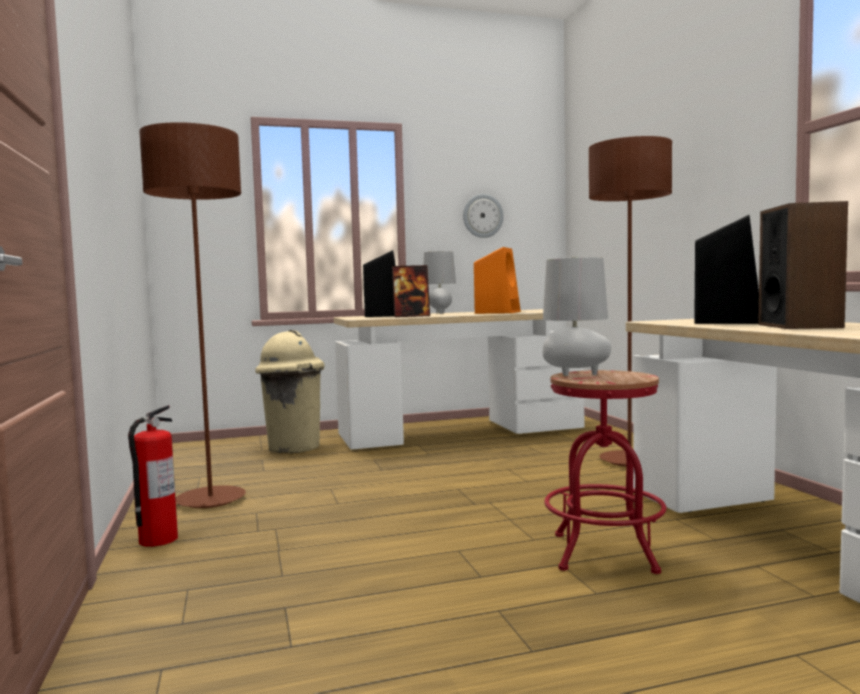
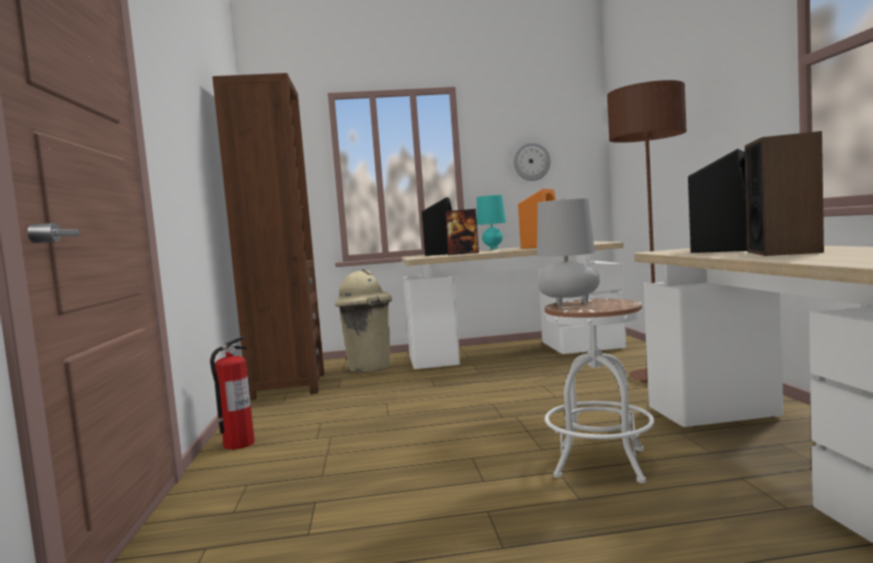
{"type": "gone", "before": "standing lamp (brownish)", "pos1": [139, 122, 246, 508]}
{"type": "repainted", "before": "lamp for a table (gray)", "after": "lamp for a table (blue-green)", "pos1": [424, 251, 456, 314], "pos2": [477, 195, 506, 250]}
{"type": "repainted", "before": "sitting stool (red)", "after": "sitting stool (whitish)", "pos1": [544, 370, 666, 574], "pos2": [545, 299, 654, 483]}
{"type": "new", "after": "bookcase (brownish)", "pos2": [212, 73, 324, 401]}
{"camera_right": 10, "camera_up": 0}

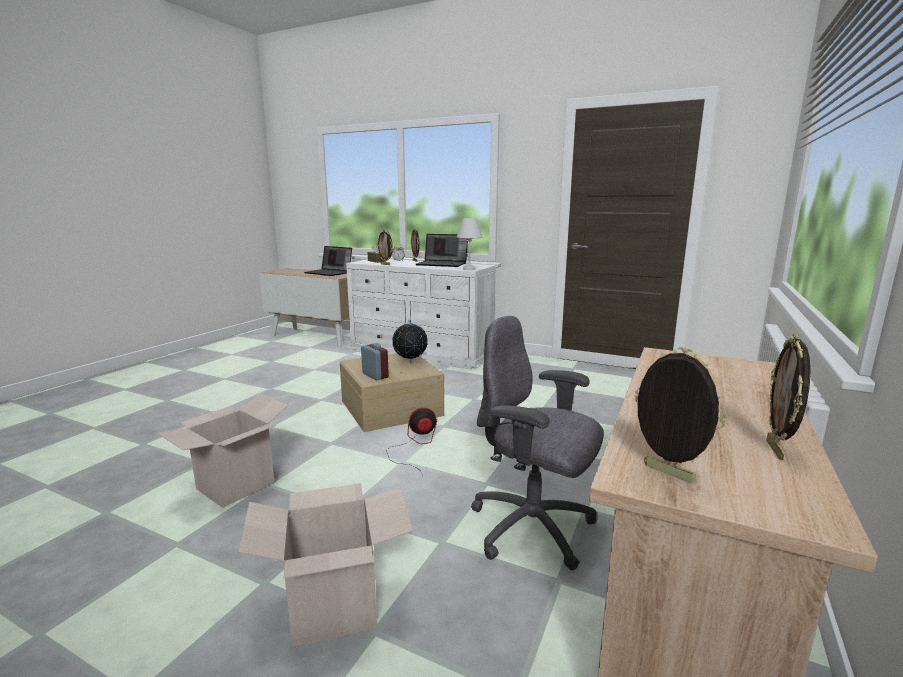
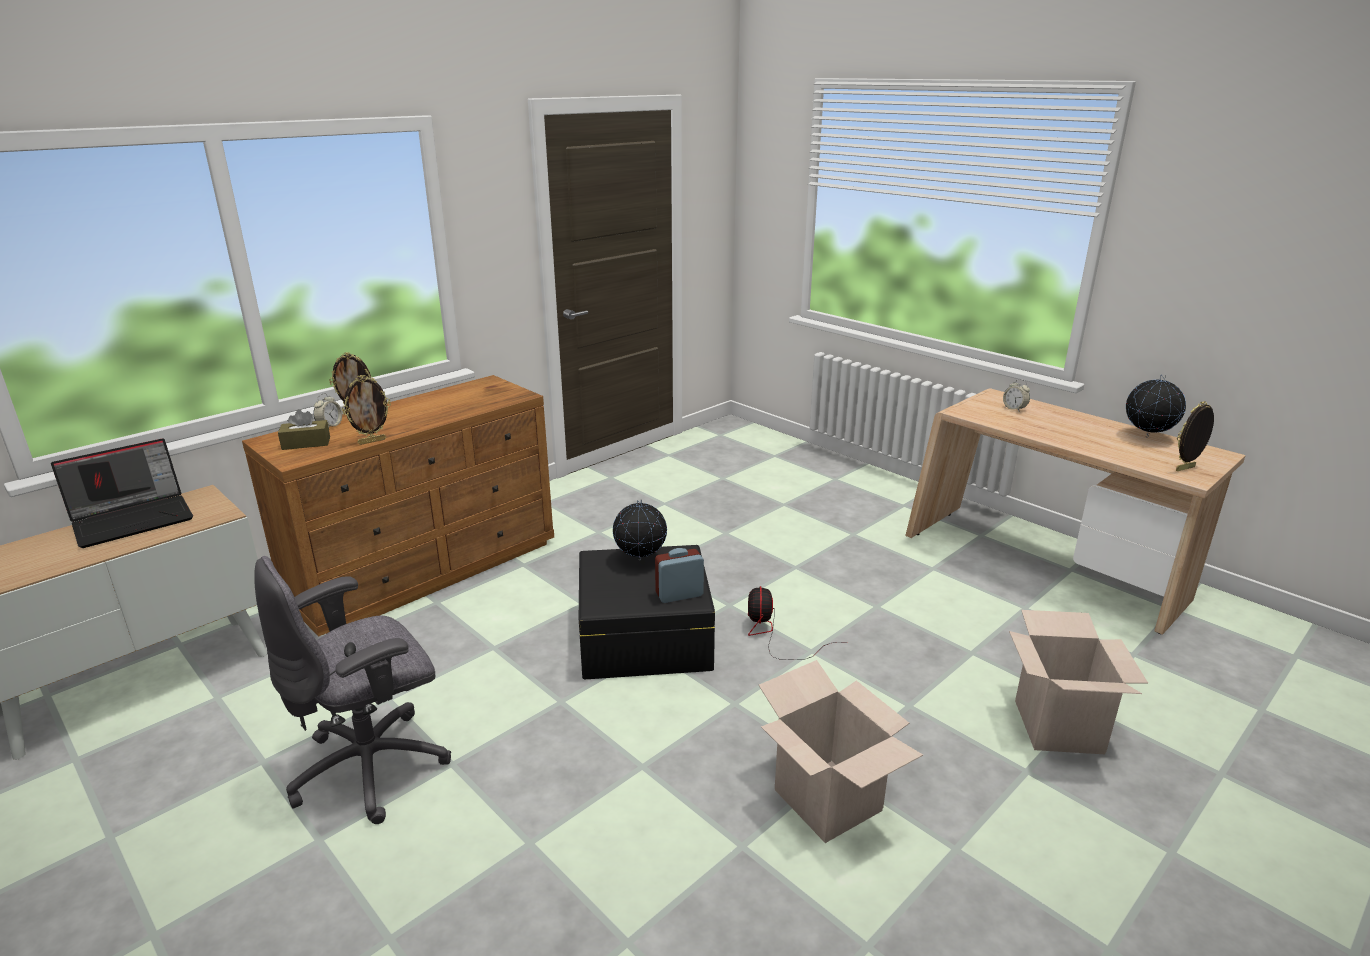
{"type": "repainted", "before": "storage box (beige)", "after": "storage box (blackish)", "pos1": [340, 353, 444, 432], "pos2": [579, 545, 715, 679]}
{"type": "repainted", "before": "dresser (whitish)", "after": "dresser (brownish)", "pos1": [346, 259, 496, 370], "pos2": [242, 375, 554, 637]}
{"type": "gone", "before": "notebook computer", "pos1": [416, 234, 468, 267]}
{"type": "gone", "before": "lamp for a table (whitish)", "pos1": [457, 218, 482, 270]}
{"type": "shifted", "before": "computer chair (gray)", "pos1": [471, 316, 604, 570], "pos2": [254, 556, 451, 824]}
{"type": "swapped", "before": "standing frame", "after": "desk globe", "pos1": [766, 334, 811, 460], "pos2": [1126, 374, 1186, 436]}
{"type": "new", "after": "table clock", "pos2": [1003, 379, 1030, 411]}
{"camera_right": -70, "camera_up": 10}

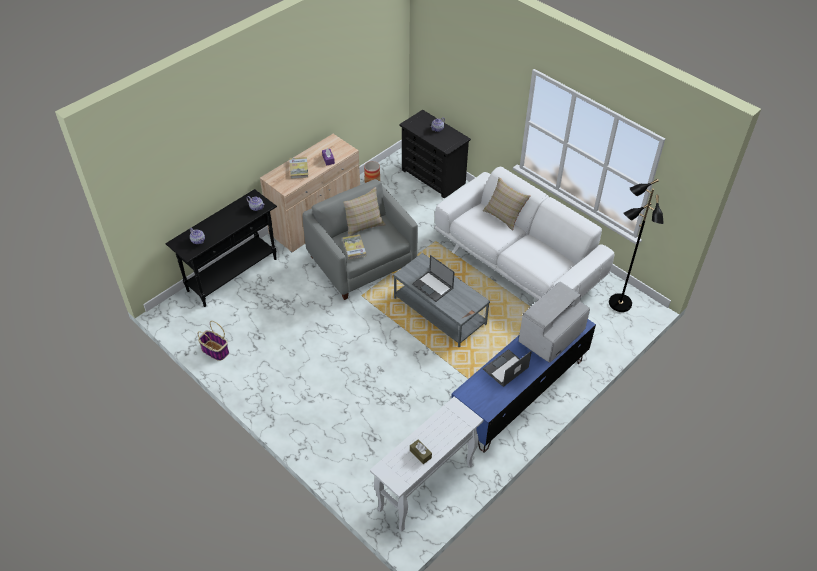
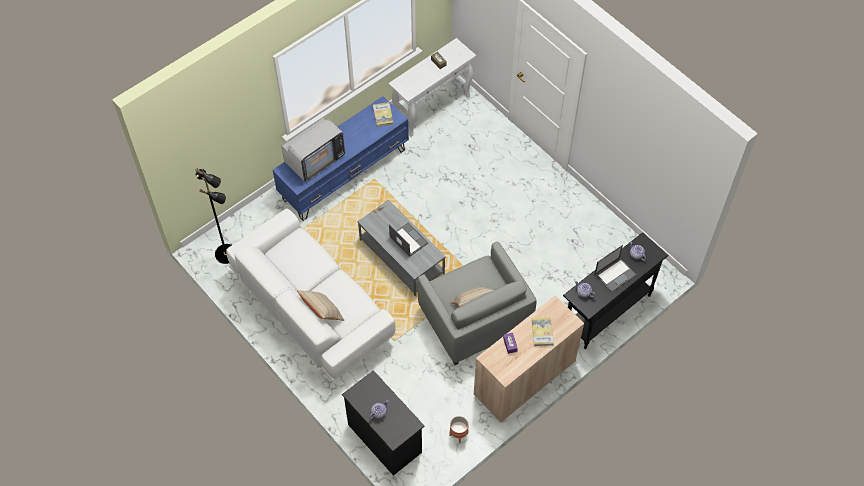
{"type": "gone", "before": "storage basket", "pos1": [198, 321, 229, 361]}
{"type": "shifted", "before": "volume", "pos1": [343, 234, 366, 259], "pos2": [373, 102, 394, 127]}
{"type": "shifted", "before": "notebook computer", "pos1": [483, 349, 532, 387], "pos2": [594, 245, 637, 293]}
{"camera_right": -175, "camera_up": 10}

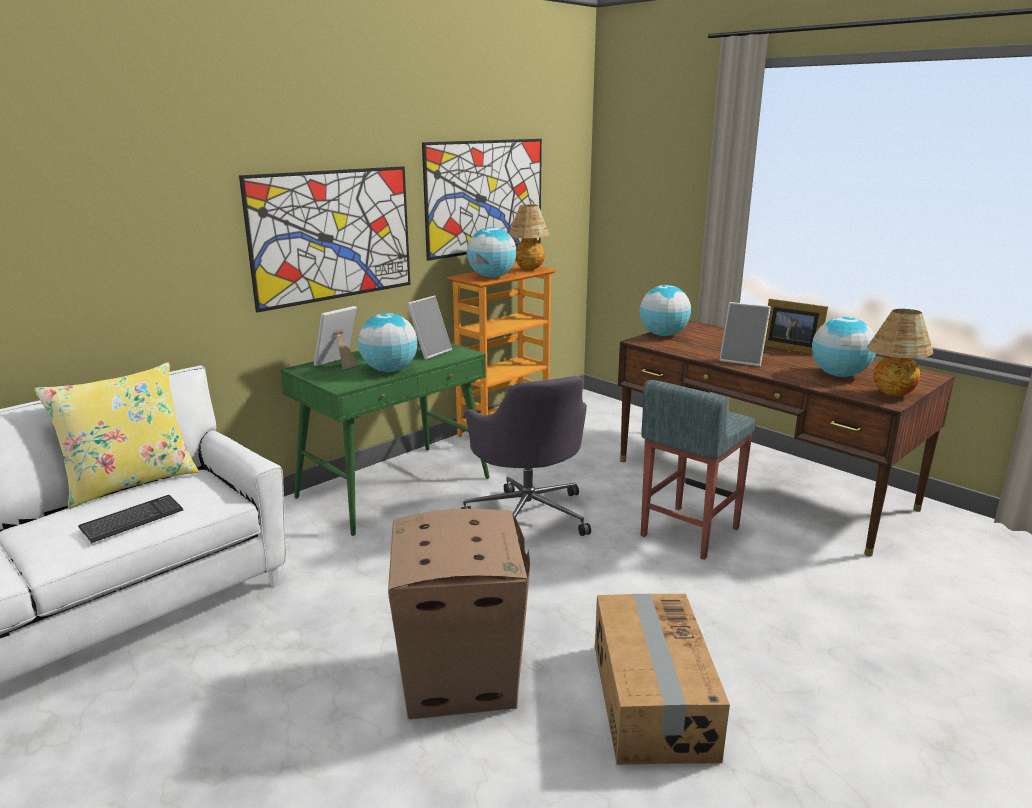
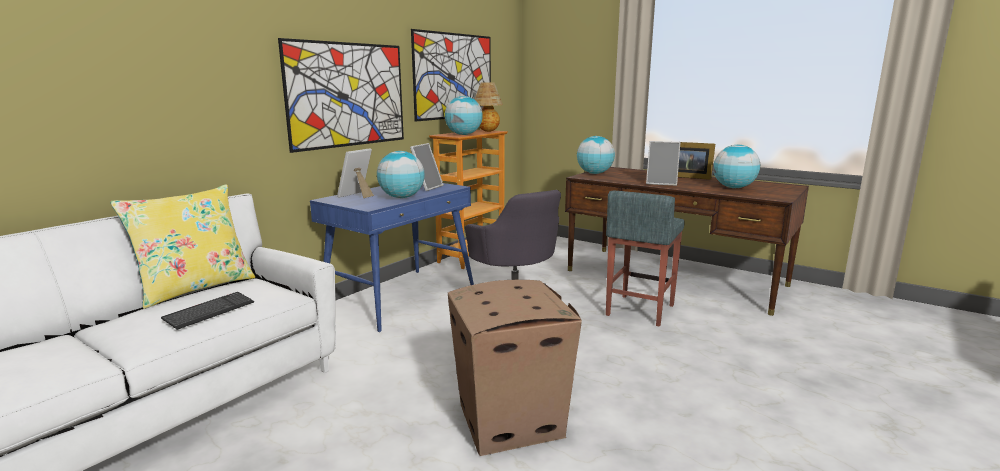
{"type": "repainted", "before": "desk (green)", "after": "desk (bluish)", "pos1": [280, 343, 490, 536], "pos2": [310, 183, 474, 332]}
{"type": "gone", "before": "carton", "pos1": [595, 594, 730, 765]}
{"type": "gone", "before": "lamp for a table", "pos1": [867, 309, 933, 396]}
{"camera_right": -10, "camera_up": -5}

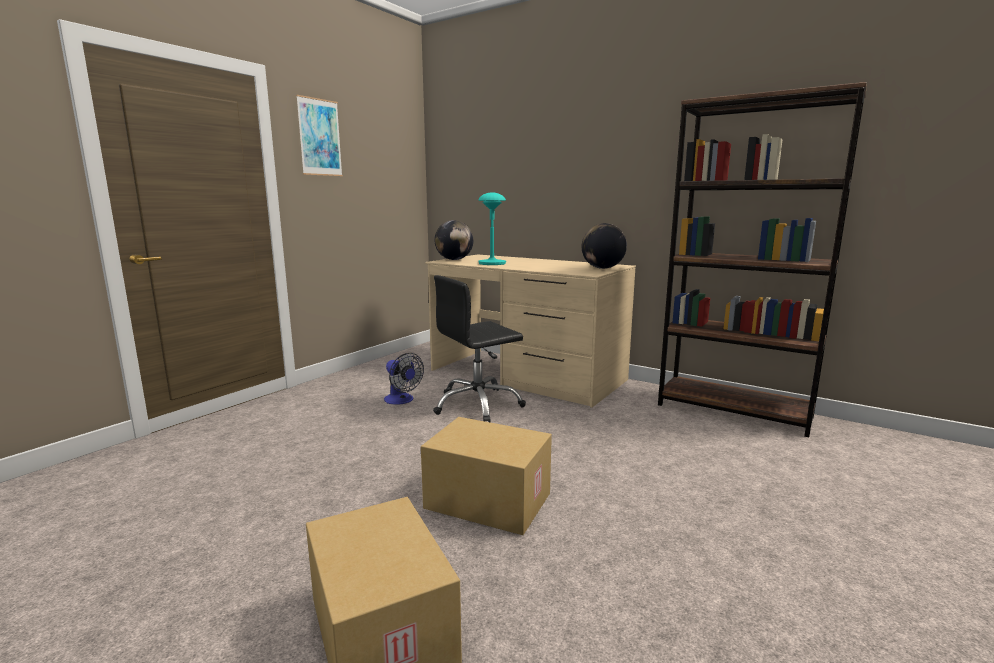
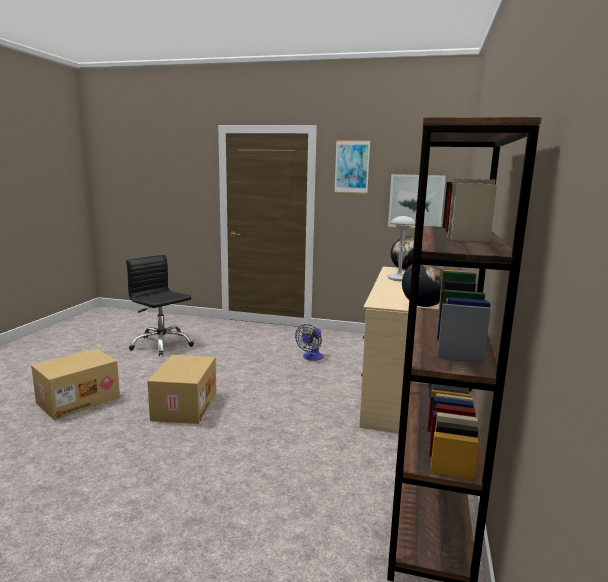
{"type": "shifted", "before": "computer chair (blackish)", "pos1": [433, 275, 526, 422], "pos2": [126, 255, 194, 356]}
{"type": "repainted", "before": "lamp for a table (blue-green)", "after": "lamp for a table (gray)", "pos1": [478, 192, 506, 265], "pos2": [388, 216, 415, 282]}
{"type": "new", "after": "wall picture", "pos2": [388, 174, 446, 228]}
{"camera_right": 70, "camera_up": 0}

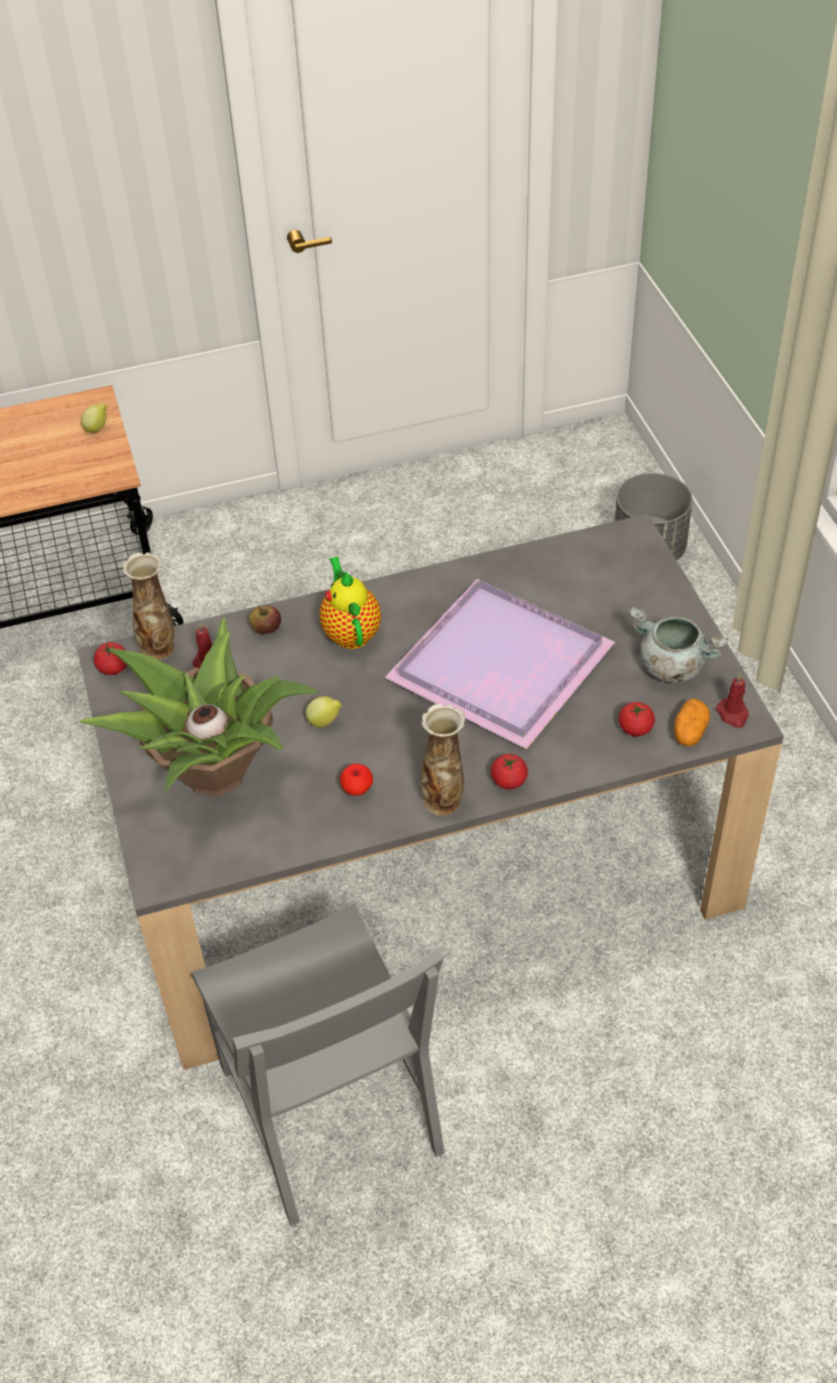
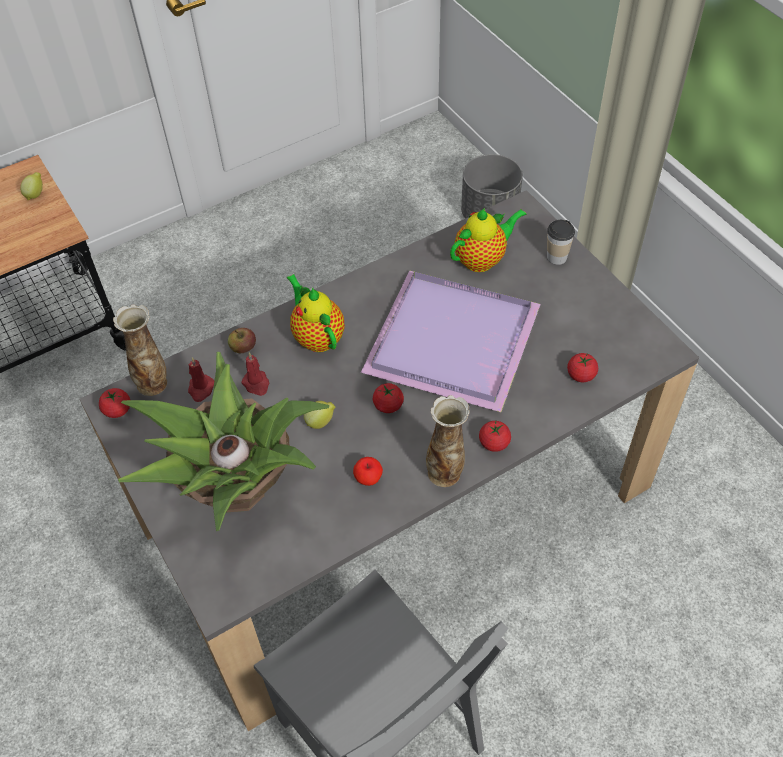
{"type": "gone", "before": "stockpot (gray)", "pos1": [629, 607, 728, 683]}
{"type": "gone", "before": "spud", "pos1": [674, 698, 710, 746]}
{"type": "shifted", "before": "wax candle (red)", "pos1": [716, 673, 749, 728], "pos2": [241, 352, 269, 396]}
{"type": "new", "after": "fresh tomato", "pos2": [373, 383, 404, 413]}
{"type": "new", "after": "pot for tea", "pos2": [450, 208, 526, 272]}
{"type": "new", "after": "cup", "pos2": [547, 220, 575, 265]}
{"camera_right": -15, "camera_up": 5}

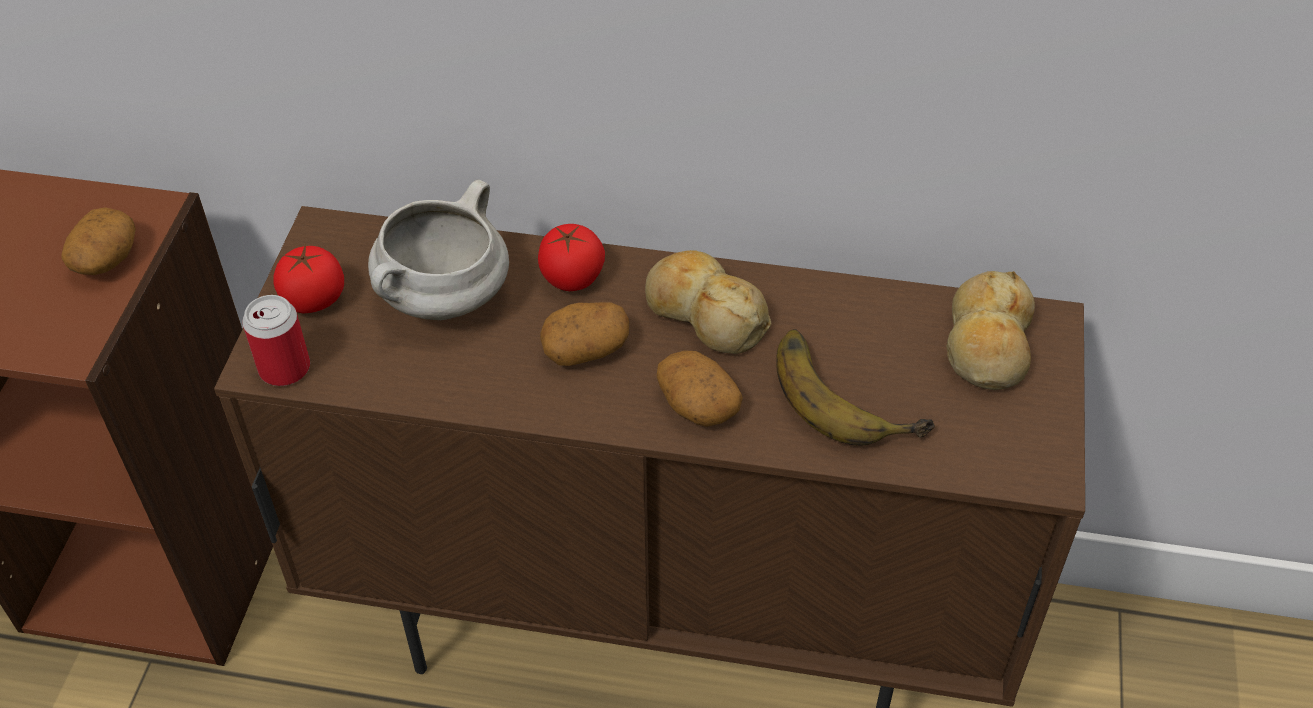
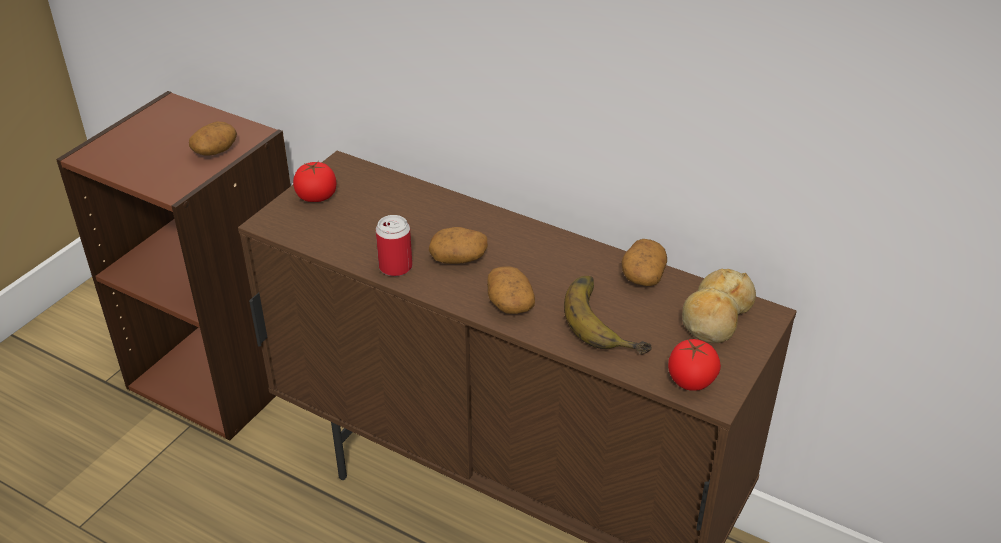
{"type": "shifted", "before": "metal can", "pos1": [242, 295, 310, 386], "pos2": [376, 215, 412, 276]}
{"type": "gone", "before": "stockpot (whitish)", "pos1": [368, 180, 509, 320]}
{"type": "shifted", "before": "fresh tomato", "pos1": [538, 224, 605, 291], "pos2": [668, 339, 721, 391]}
{"type": "gone", "before": "bread", "pos1": [645, 250, 772, 354]}
{"type": "new", "after": "spud", "pos2": [622, 239, 667, 286]}
{"camera_right": 20, "camera_up": -10}

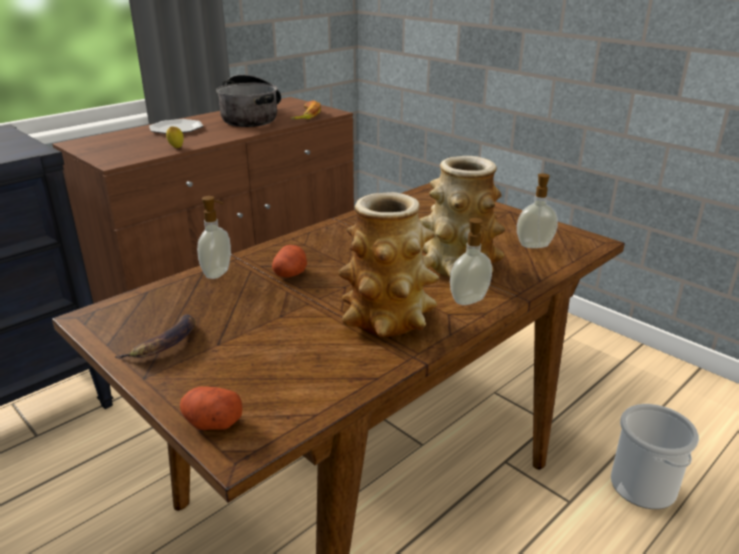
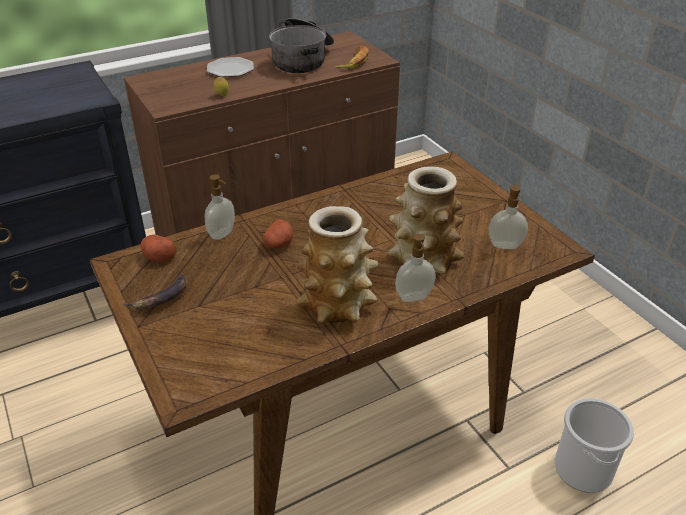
{"type": "shifted", "before": "spud", "pos1": [180, 386, 242, 430], "pos2": [140, 235, 177, 262]}
{"camera_right": 15, "camera_up": 10}

